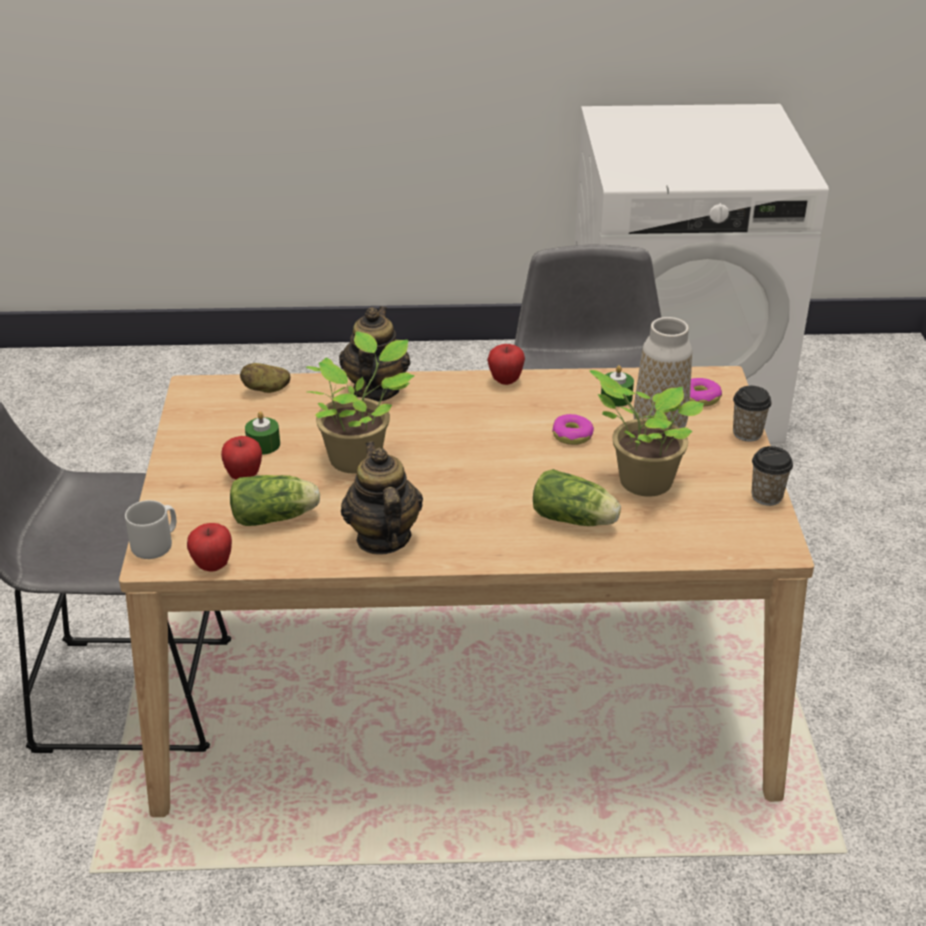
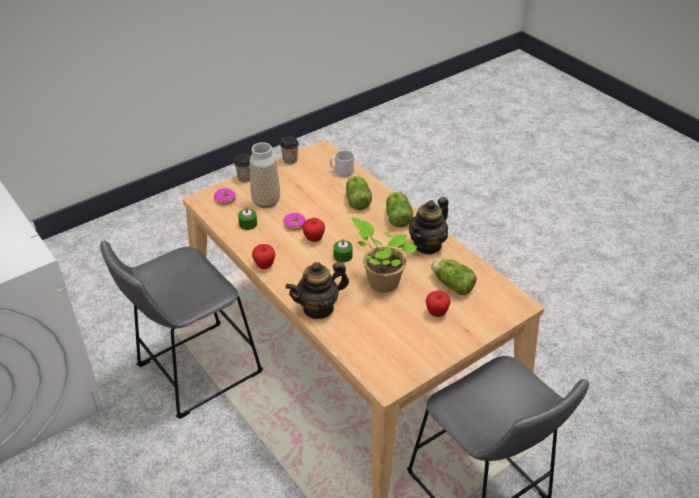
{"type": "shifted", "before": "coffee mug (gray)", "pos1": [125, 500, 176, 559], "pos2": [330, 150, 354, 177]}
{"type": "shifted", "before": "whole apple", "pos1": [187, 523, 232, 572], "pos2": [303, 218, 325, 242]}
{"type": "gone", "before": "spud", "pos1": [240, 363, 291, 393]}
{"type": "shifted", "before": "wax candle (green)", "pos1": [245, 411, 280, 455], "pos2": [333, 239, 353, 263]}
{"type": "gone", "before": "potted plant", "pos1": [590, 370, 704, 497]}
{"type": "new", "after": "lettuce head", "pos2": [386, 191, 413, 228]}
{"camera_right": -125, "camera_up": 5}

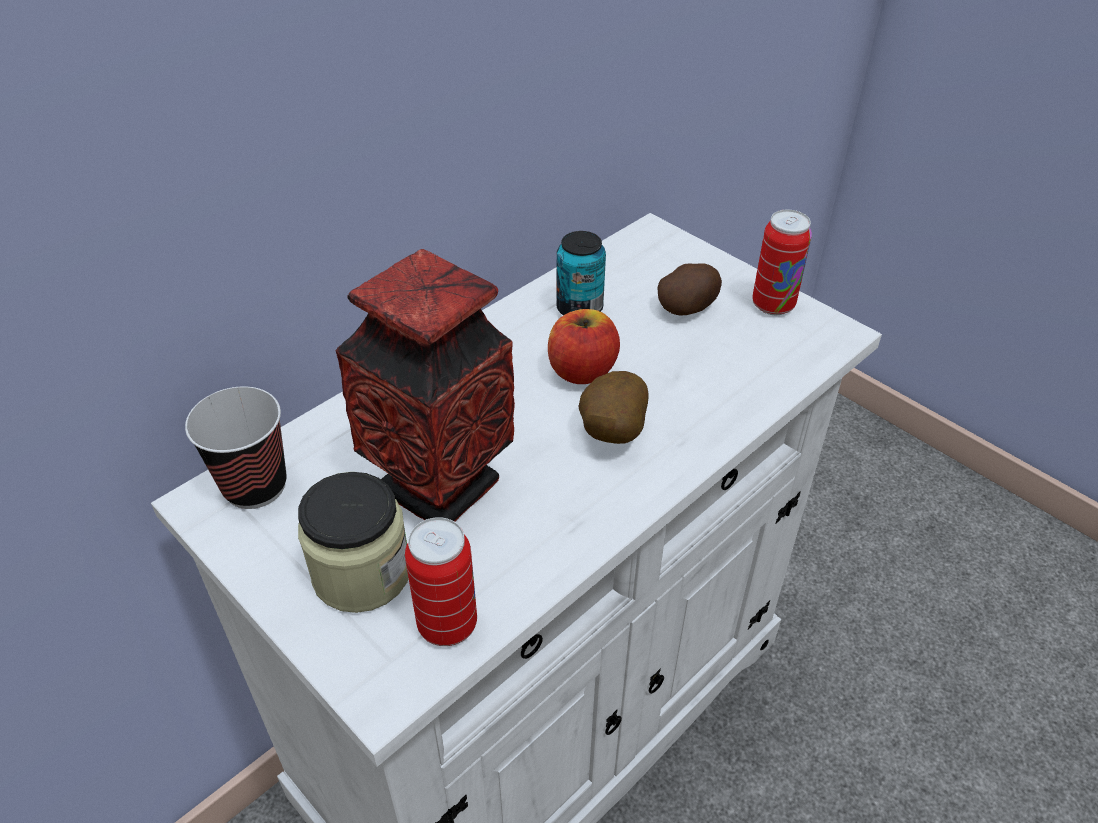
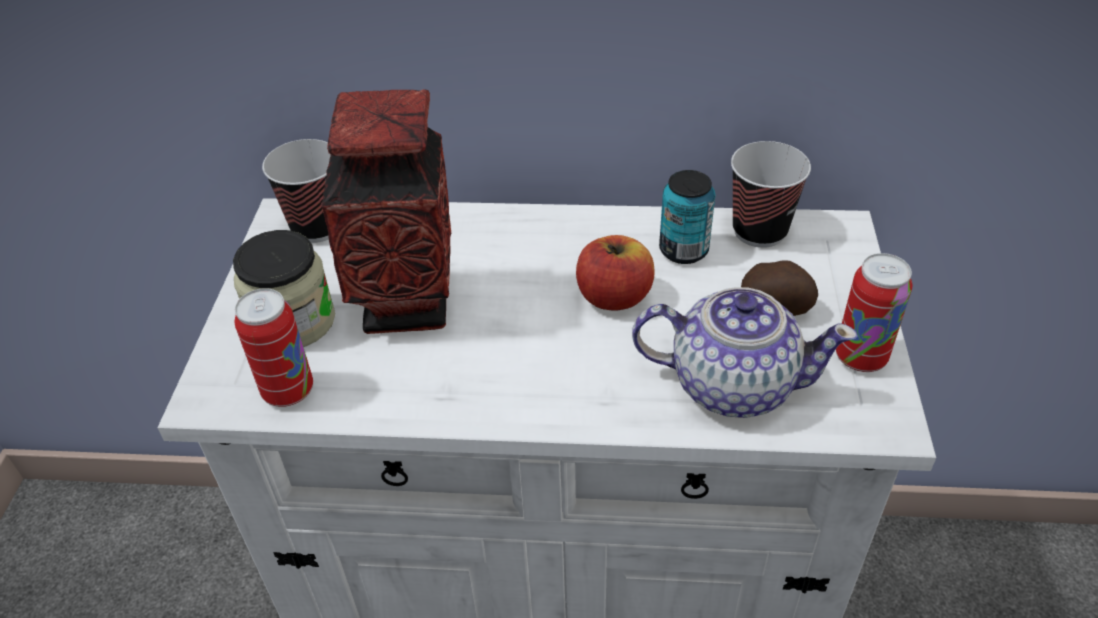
{"type": "gone", "before": "spud", "pos1": [578, 371, 649, 444]}
{"type": "new", "after": "pot for tea", "pos2": [632, 287, 858, 418]}
{"type": "new", "after": "cup", "pos2": [731, 141, 811, 248]}
{"camera_right": 50, "camera_up": 0}

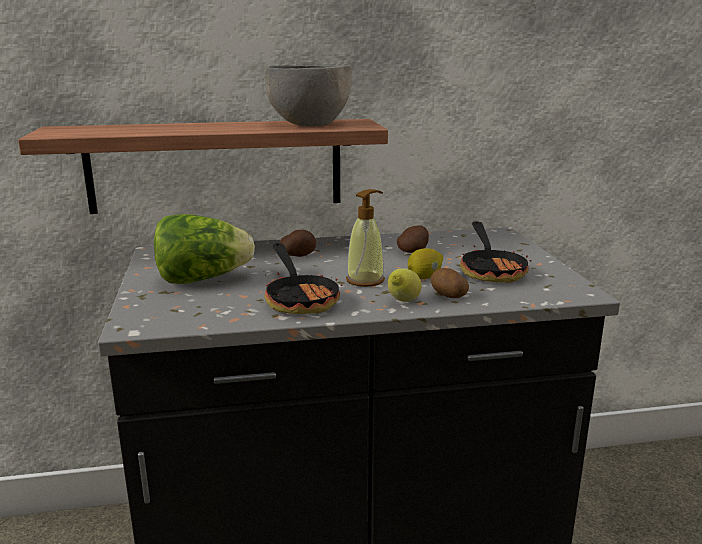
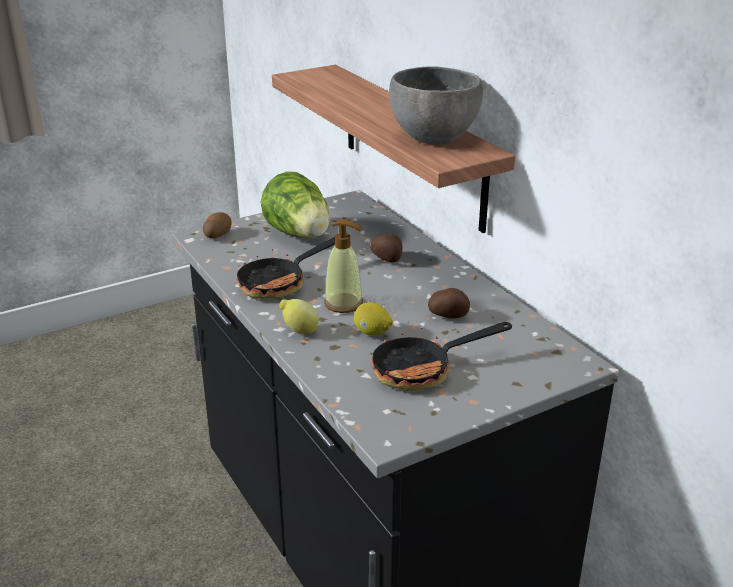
{"type": "shifted", "before": "spud", "pos1": [431, 268, 469, 298], "pos2": [203, 212, 231, 238]}
{"camera_right": 70, "camera_up": 10}

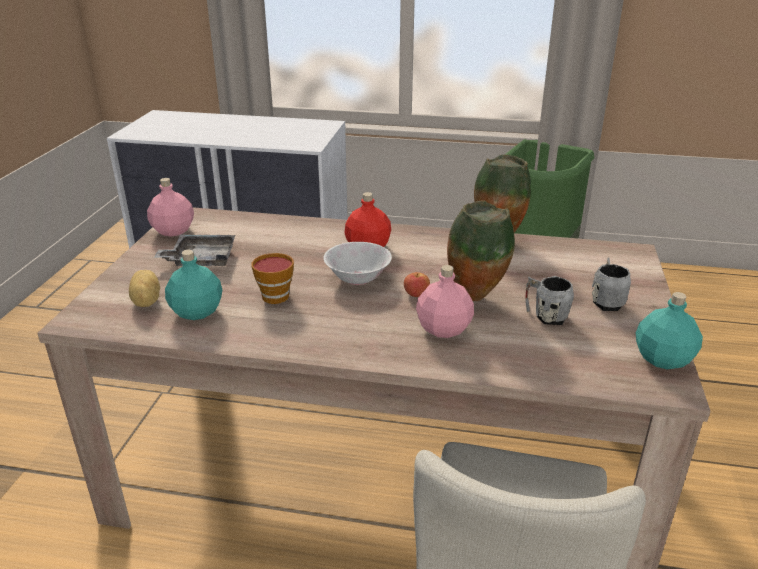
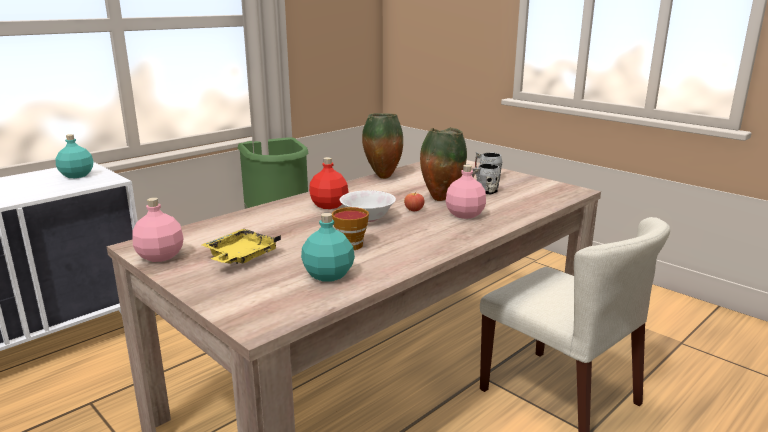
{"type": "gone", "before": "spud", "pos1": [129, 270, 160, 307]}
{"type": "repainted", "before": "serving tray (gray)", "after": "serving tray (yellow-coloured)", "pos1": [154, 234, 235, 266], "pos2": [202, 229, 281, 264]}
{"type": "shifted", "before": "drink bottle (blue-green)", "pos1": [636, 292, 703, 369], "pos2": [56, 134, 94, 178]}
{"camera_right": -55, "camera_up": -10}

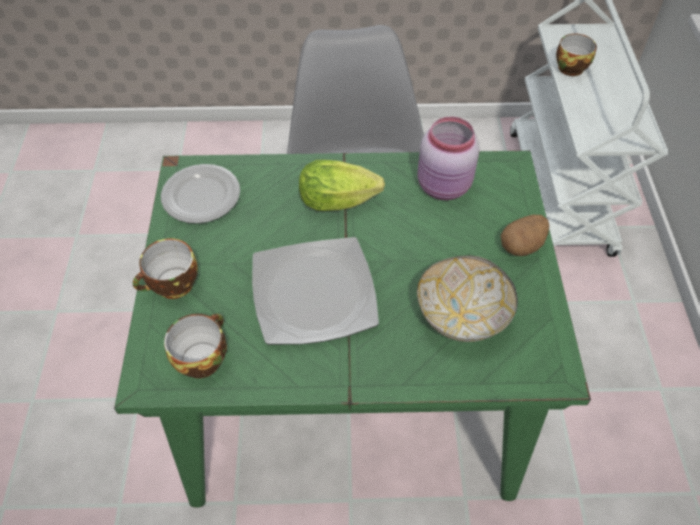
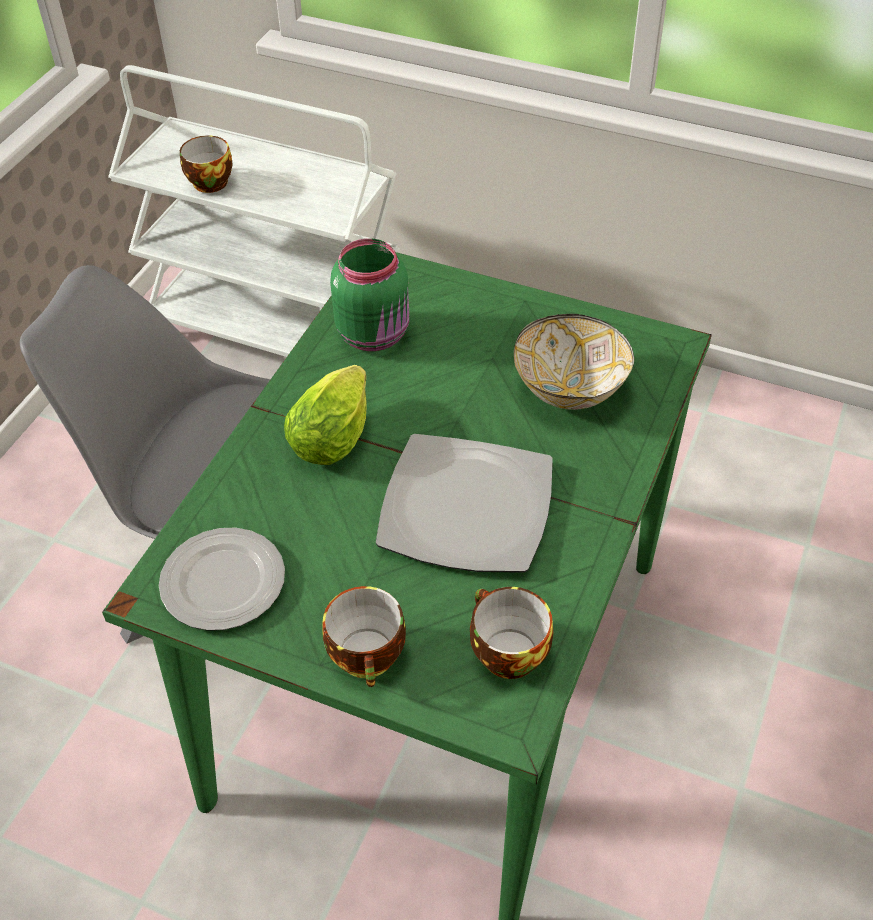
{"type": "repainted", "before": "storage jar (pink)", "after": "storage jar (green)", "pos1": [417, 116, 479, 200], "pos2": [330, 238, 409, 351]}
{"type": "gone", "before": "spud", "pos1": [501, 215, 549, 256]}
{"camera_right": -65, "camera_up": -5}

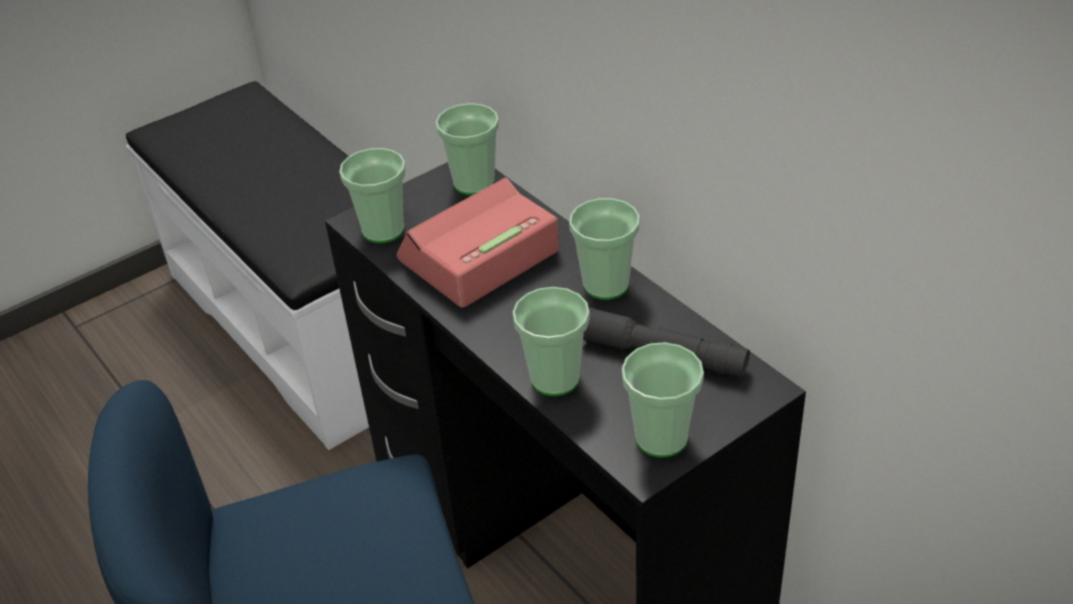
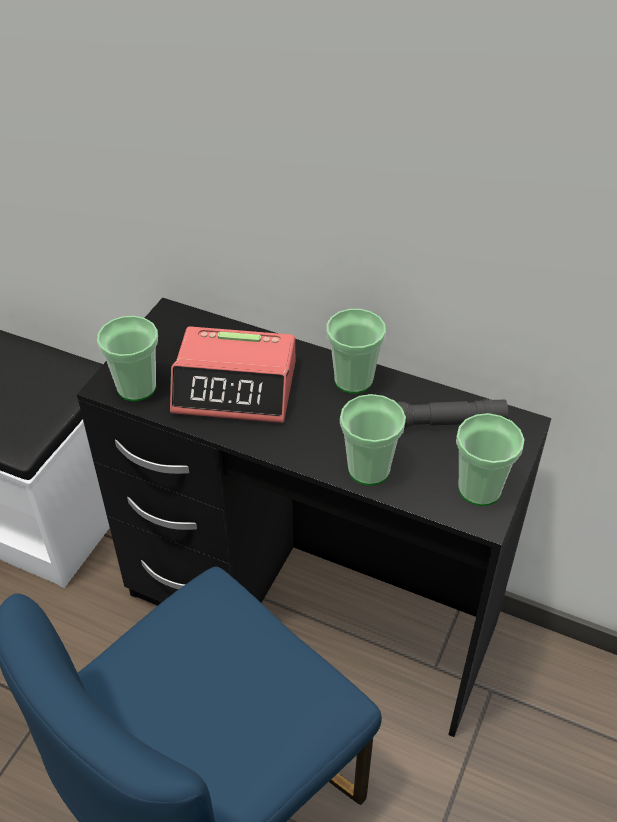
{"type": "rotated", "before": "table clock", "pos1": [397, 177, 559, 308], "pos2": [170, 326, 295, 423], "turn": -105}
{"type": "gone", "before": "cup", "pos1": [436, 103, 499, 195]}
{"camera_right": -30, "camera_up": 5}

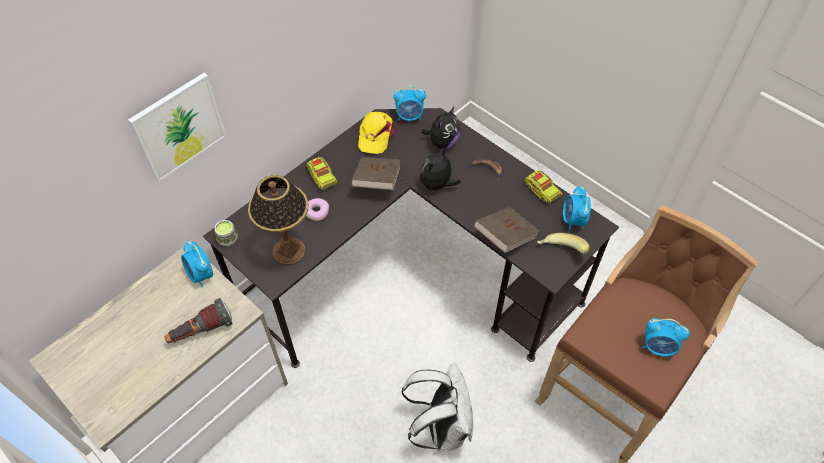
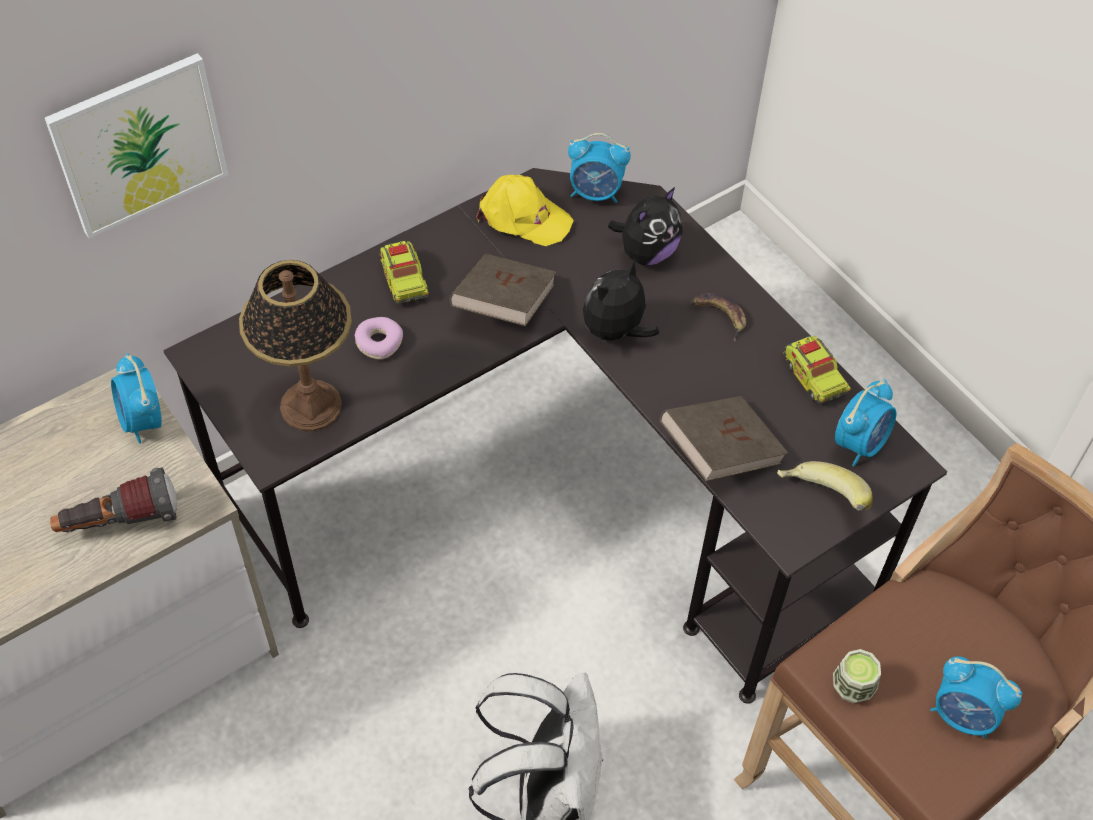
{"type": "shifted", "before": "cup", "pos1": [215, 220, 237, 247], "pos2": [833, 649, 881, 703]}
{"type": "rotated", "before": "peaked cap (yellow-coloured)", "pos1": [358, 112, 395, 154], "pos2": [476, 175, 574, 246], "turn": -90}
{"type": "rotated", "before": "table clock", "pos1": [563, 185, 591, 231], "pos2": [835, 379, 896, 467], "turn": -150}
{"camera_right": 10, "camera_up": 0}

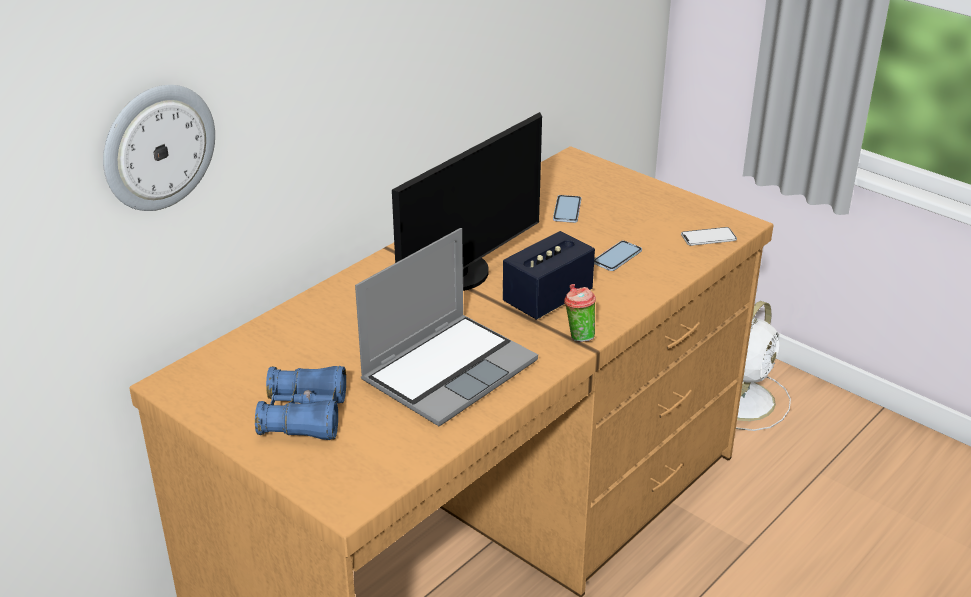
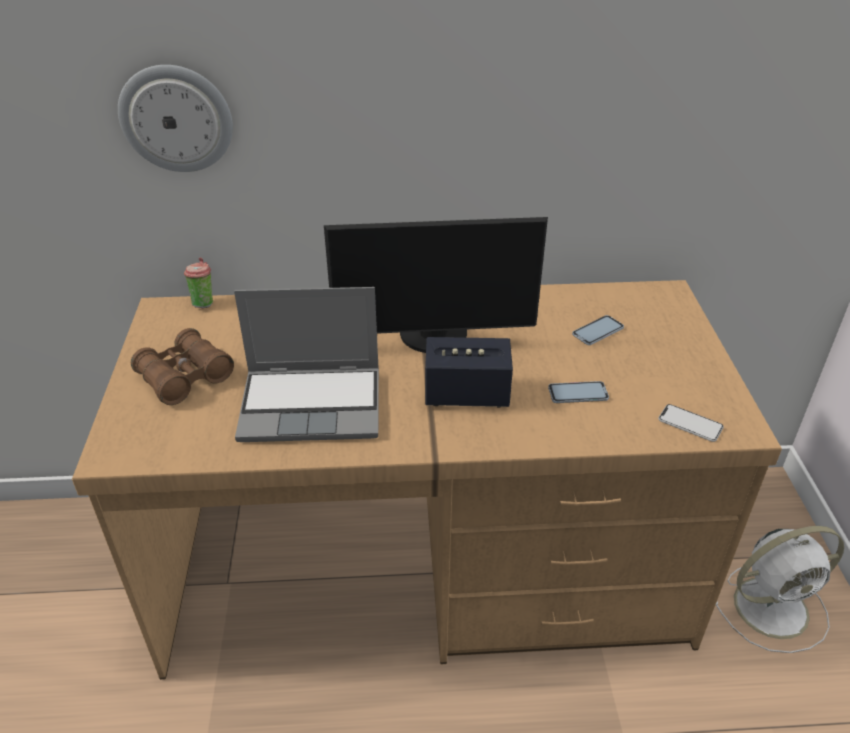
{"type": "repainted", "before": "pair of binoculars (bluish)", "after": "pair of binoculars (brownish)", "pos1": [255, 366, 346, 440], "pos2": [131, 328, 234, 405]}
{"type": "shifted", "before": "cup", "pos1": [564, 284, 596, 342], "pos2": [184, 258, 213, 308]}
{"camera_right": 45, "camera_up": 5}

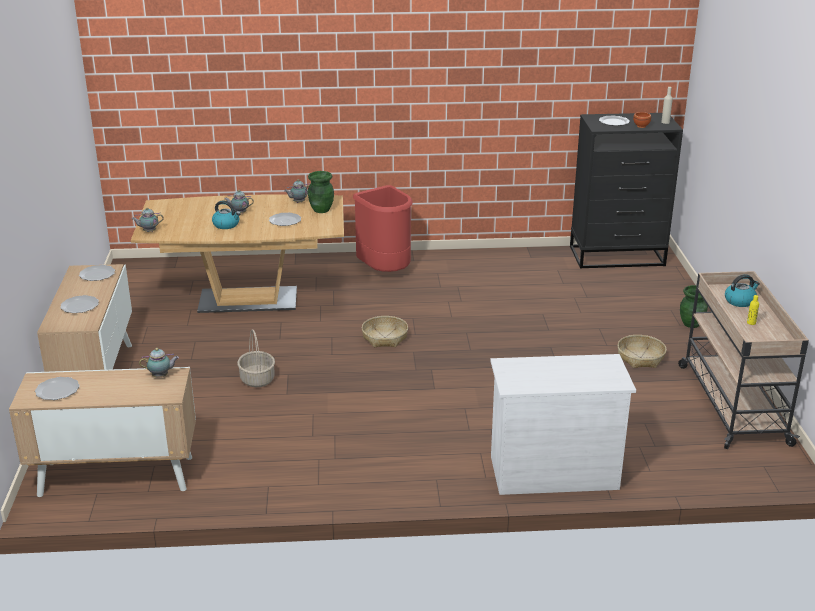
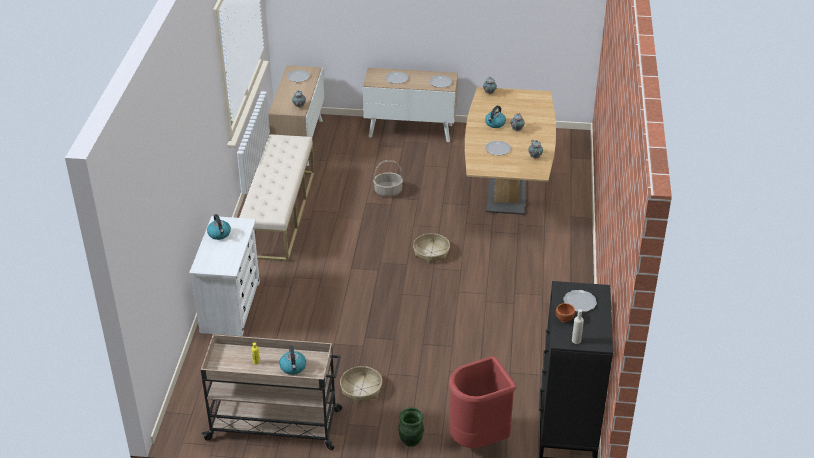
{"type": "gone", "before": "decorative vase (green)", "pos1": [308, 171, 334, 213]}
{"type": "shifted", "before": "rubbish bin (red)", "pos1": [353, 185, 413, 272], "pos2": [449, 356, 516, 448]}
{"type": "new", "after": "water kettle", "pos2": [207, 214, 231, 240]}
{"type": "new", "after": "long seat (beige)", "pos2": [239, 134, 314, 261]}
{"camera_right": 100, "camera_up": 10}

